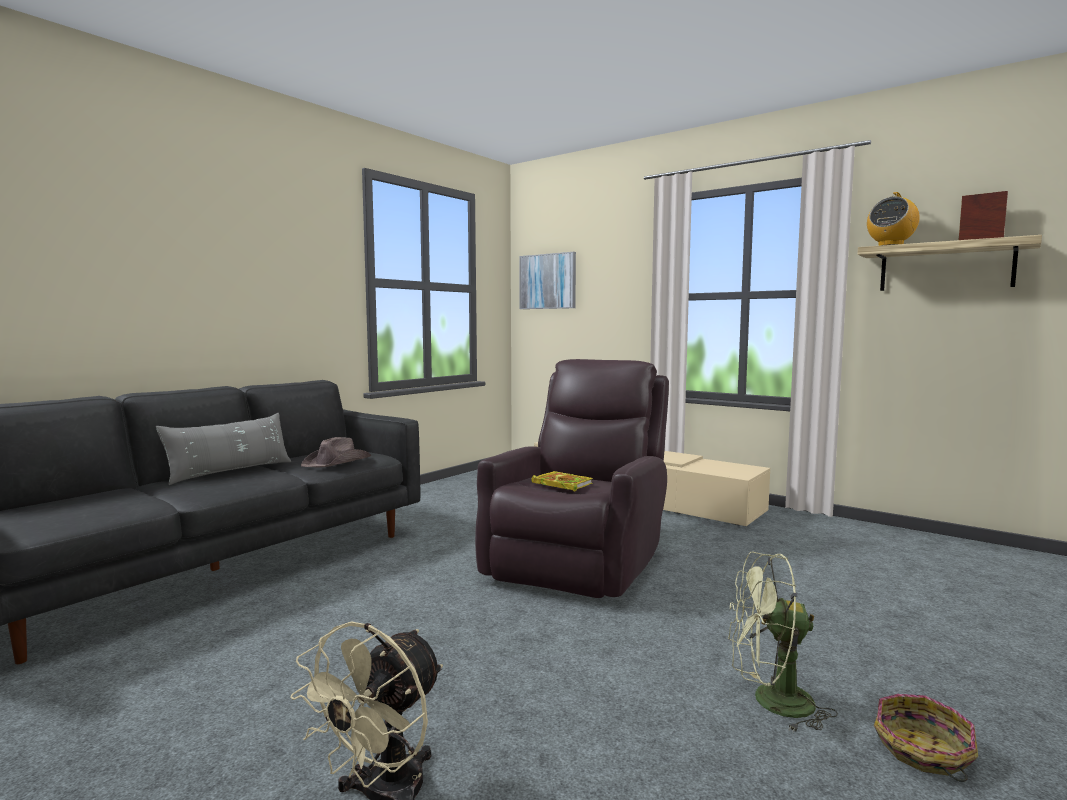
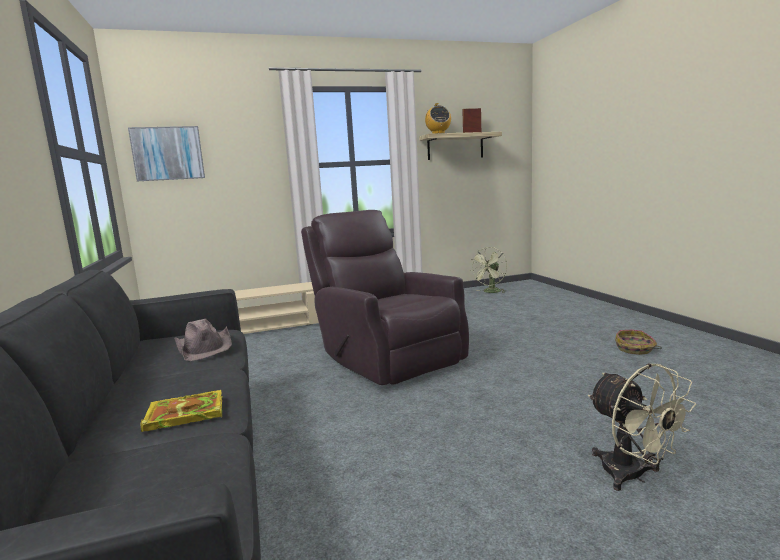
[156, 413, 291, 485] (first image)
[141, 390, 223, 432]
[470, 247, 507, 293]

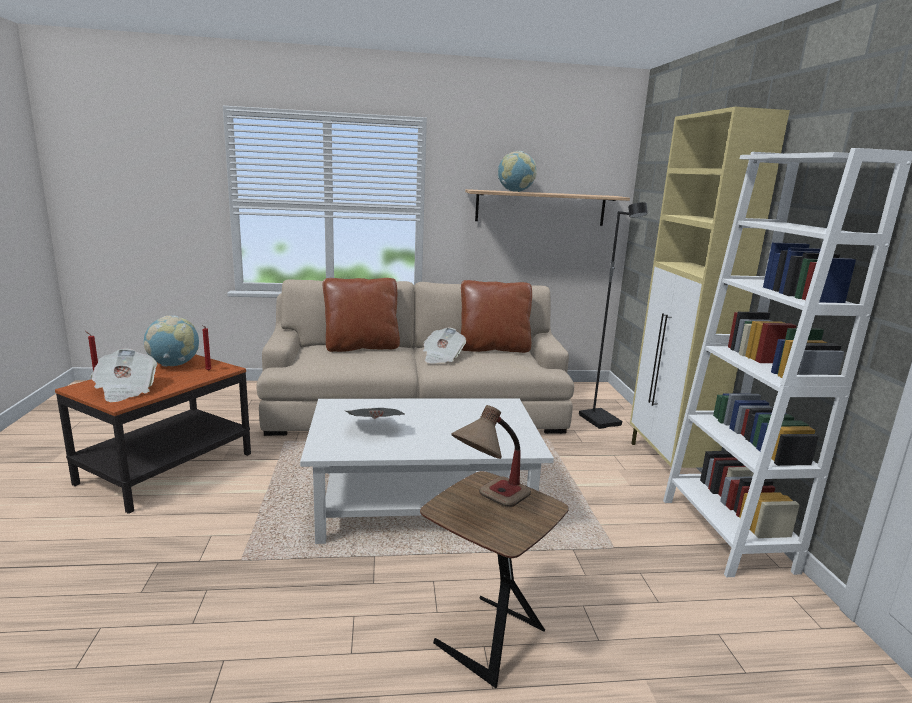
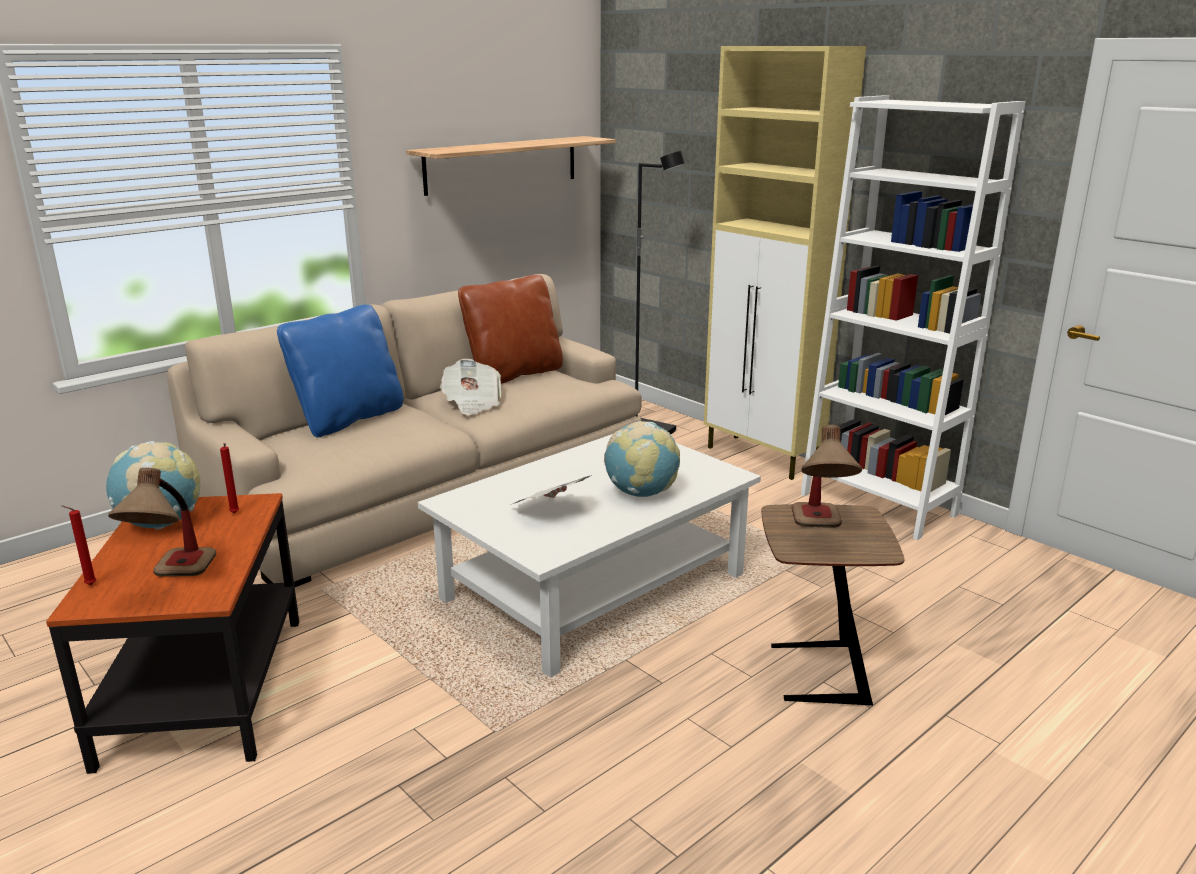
[604, 421, 680, 497]
[108, 468, 216, 577]
[277, 305, 403, 438]

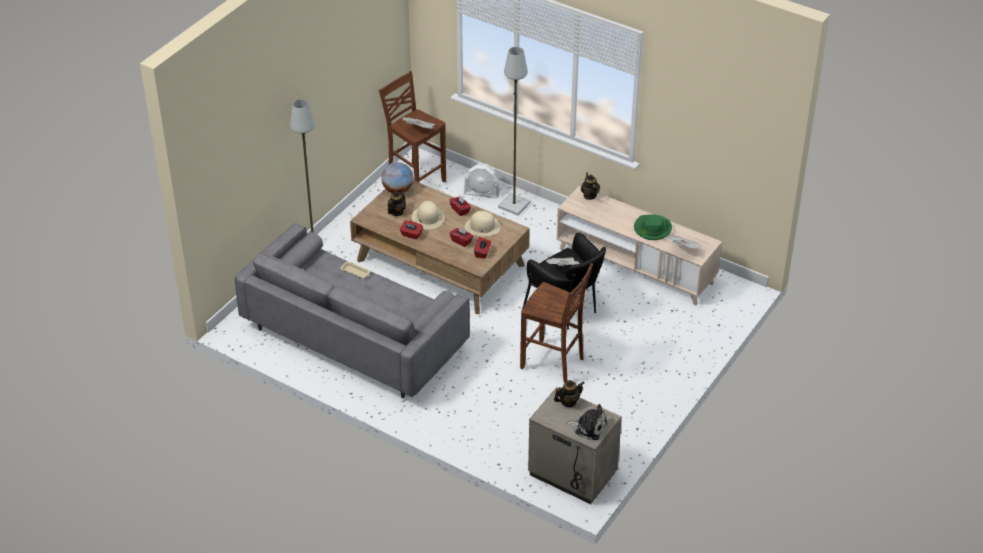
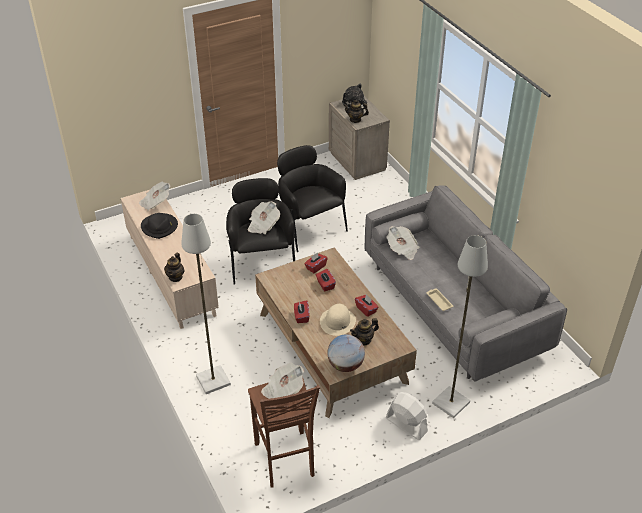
[465, 211, 501, 236] (first image)
[386, 226, 419, 260]
[386, 392, 428, 440]
[277, 145, 348, 252]
[141, 213, 178, 239]

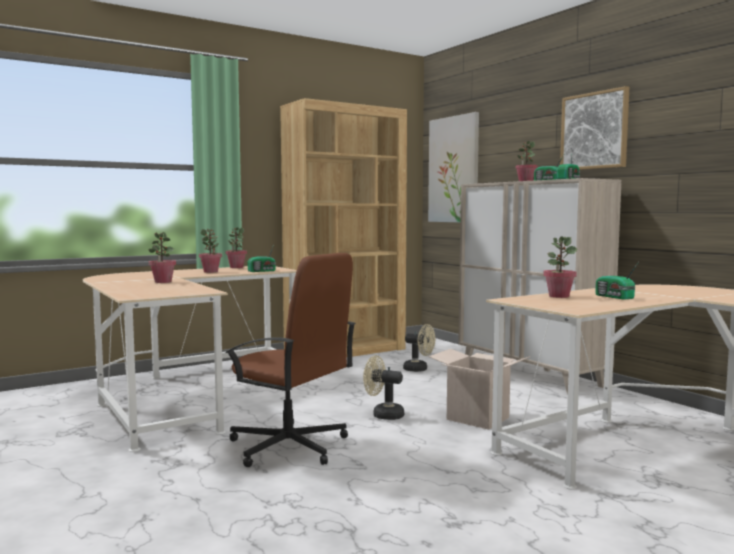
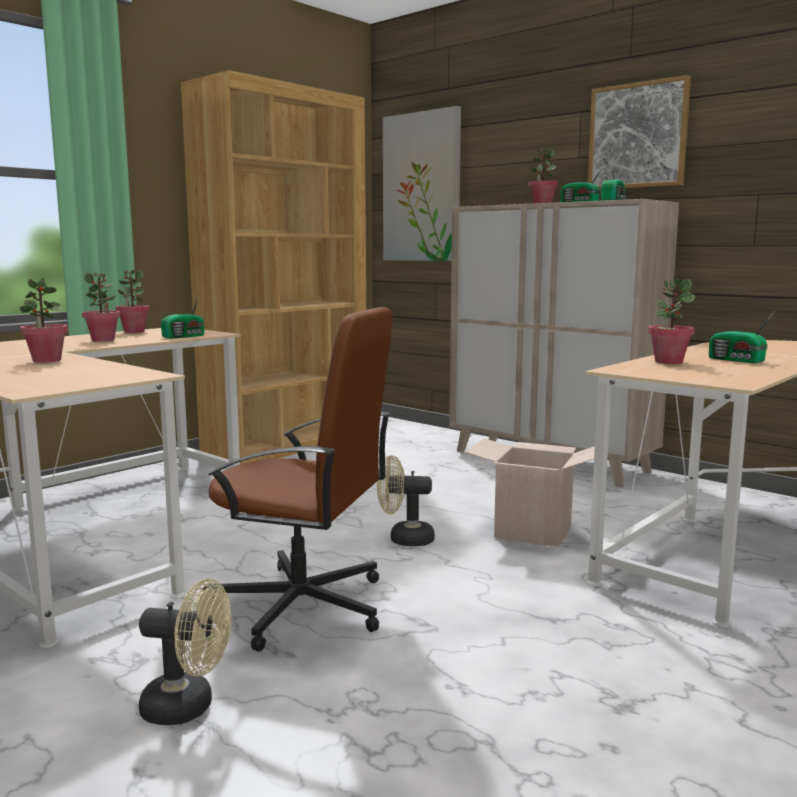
[139, 579, 232, 725]

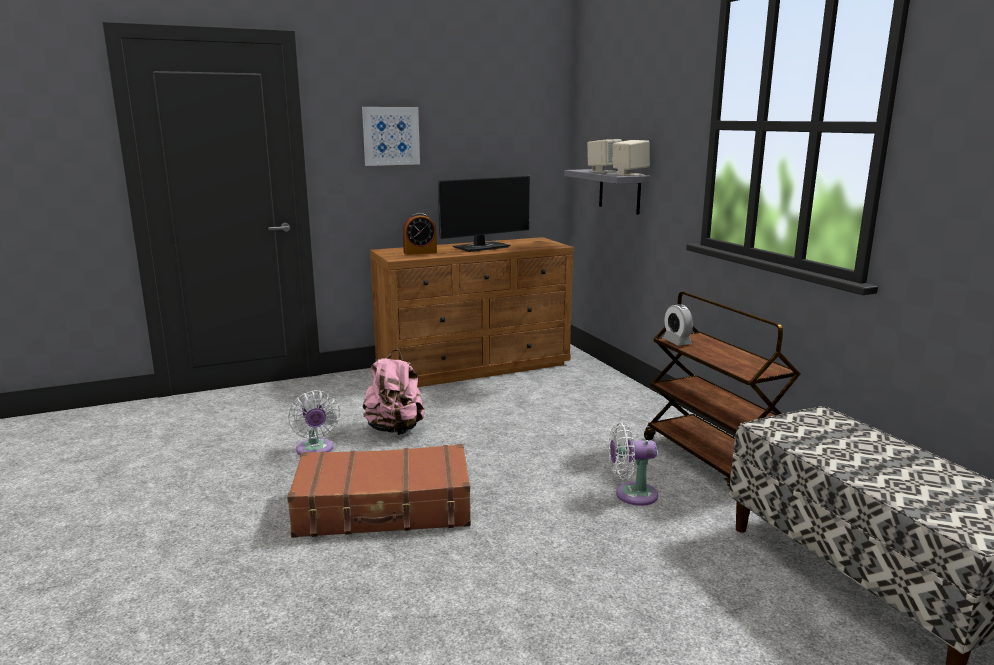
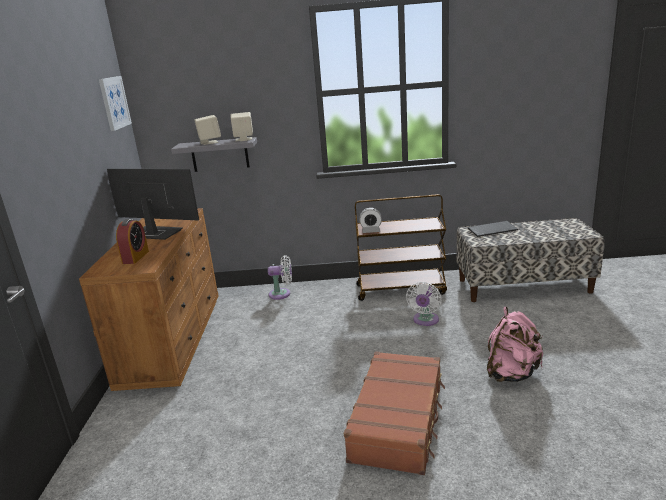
[468, 221, 518, 237]
[268, 255, 292, 300]
[99, 76, 132, 131]
[487, 307, 543, 382]
[107, 169, 199, 240]

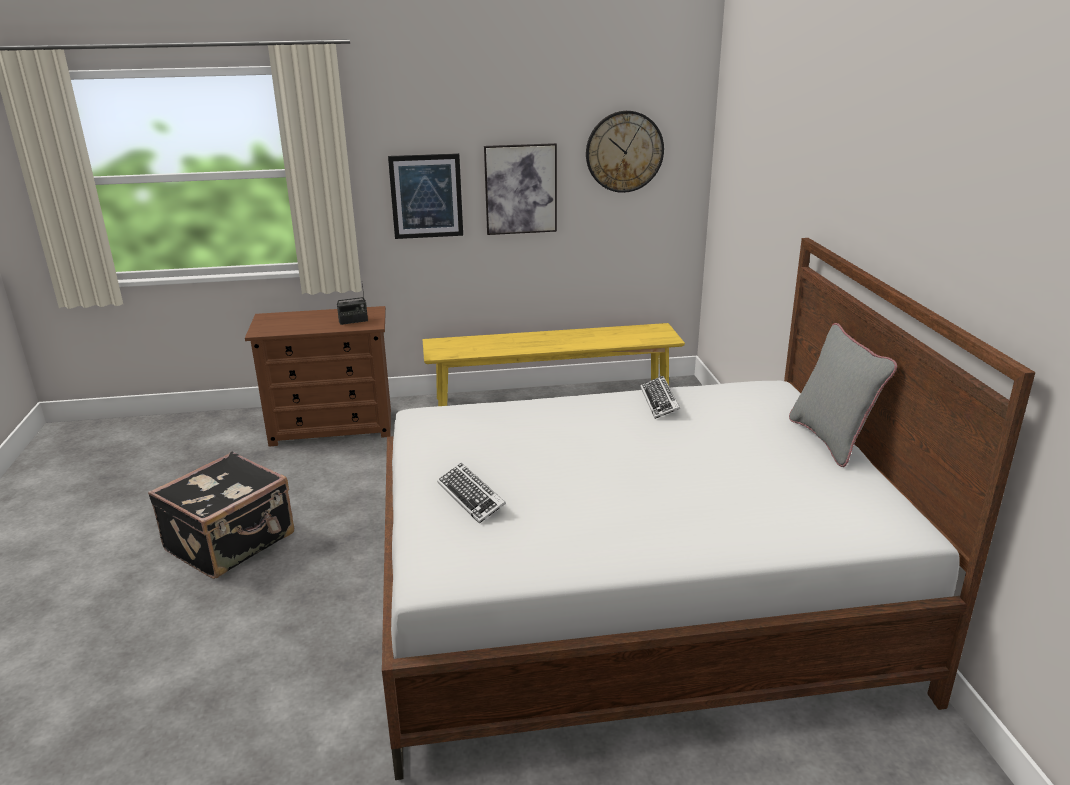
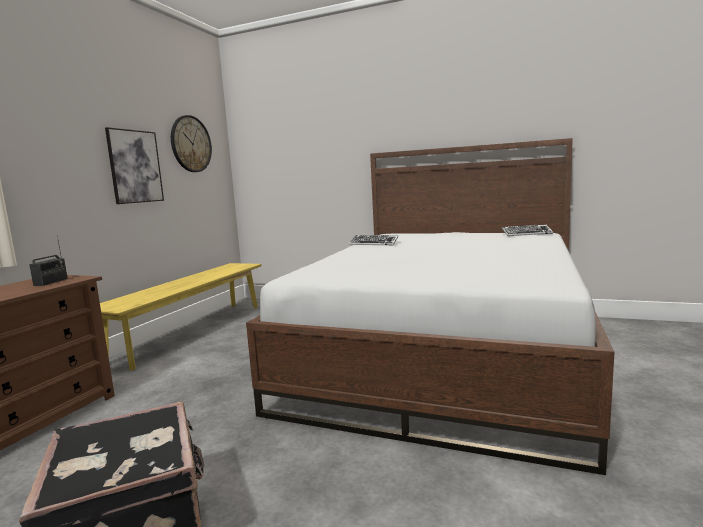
[388, 153, 463, 239] (first image)
[789, 323, 897, 467] (first image)
[502, 225, 553, 236]

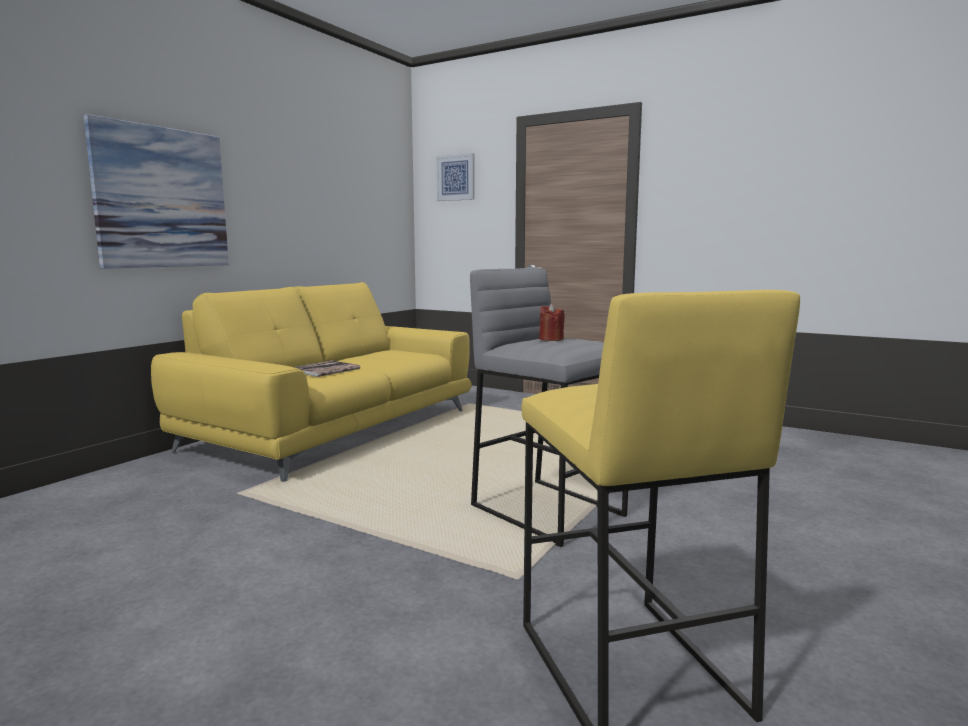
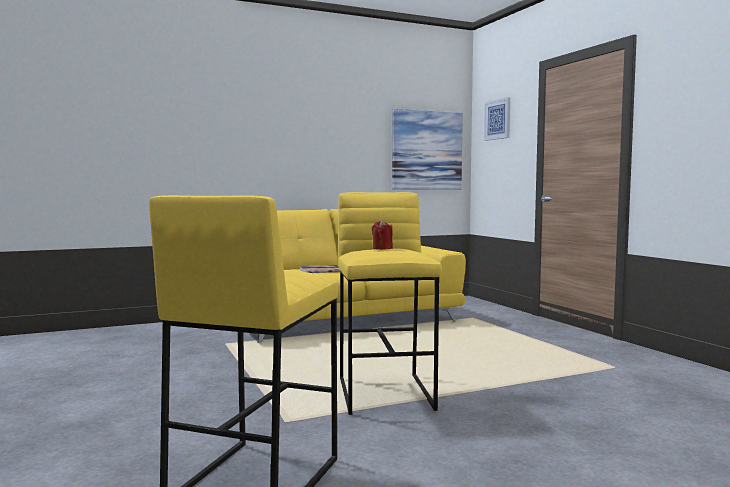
[392, 108, 463, 190]
[338, 192, 442, 415]

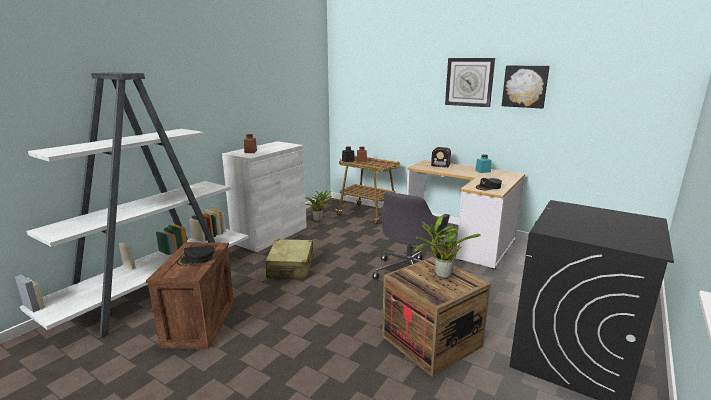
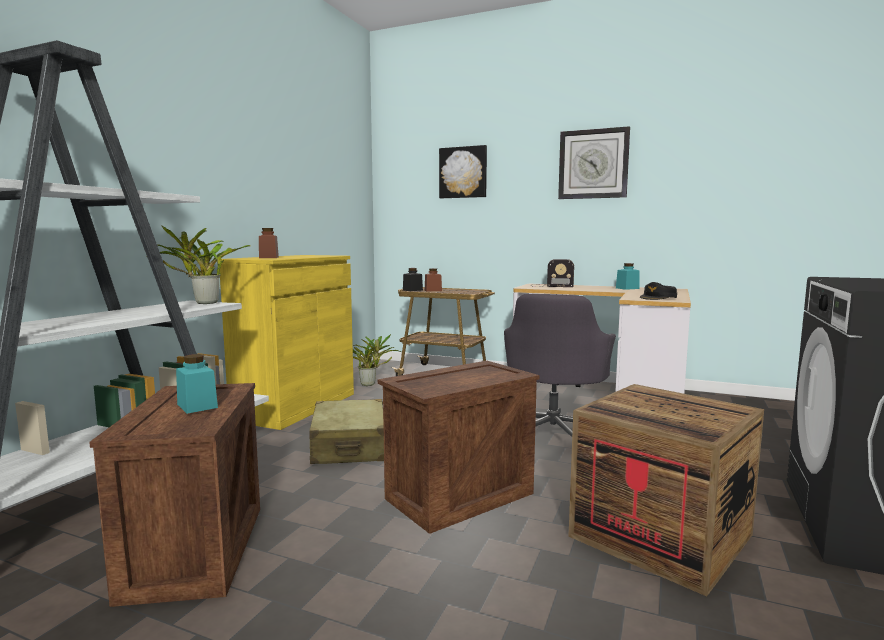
[378, 361, 540, 534]
[157, 225, 251, 304]
[439, 145, 487, 198]
[176, 354, 218, 414]
[220, 255, 354, 430]

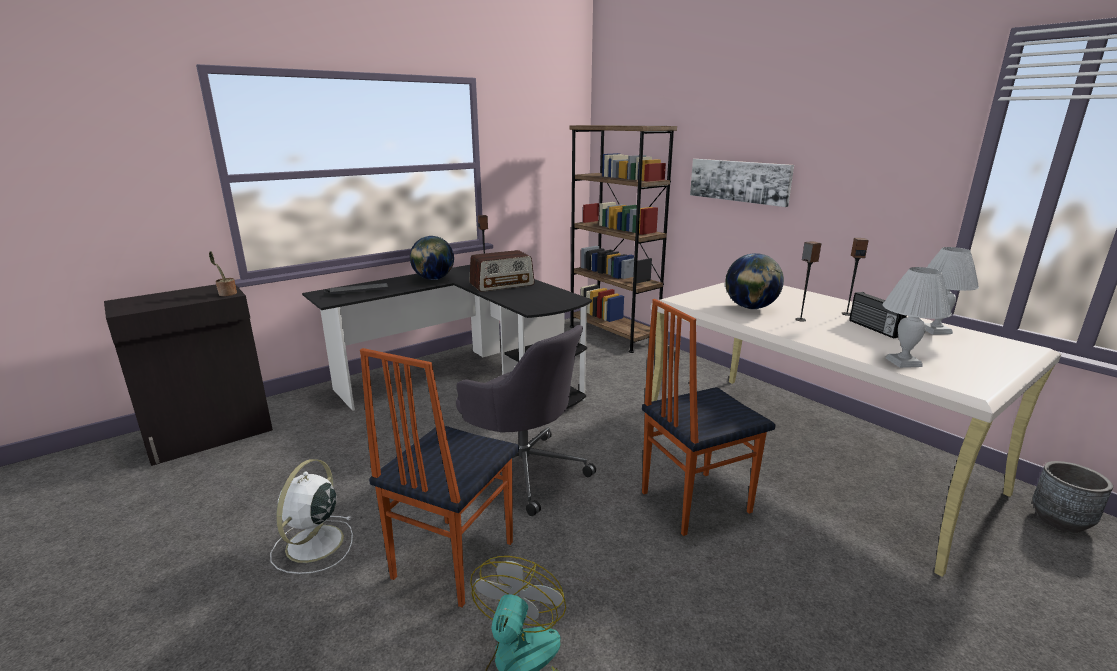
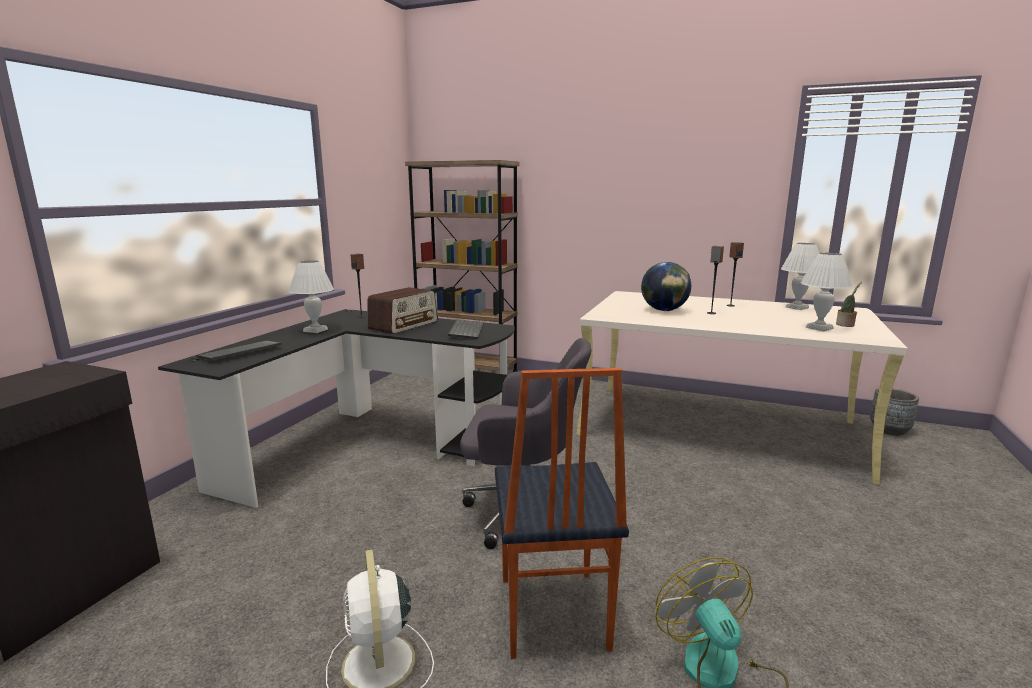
[642, 299, 776, 536] (first image)
[690, 159, 794, 207] (first image)
[849, 292, 907, 338] (first image)
[448, 319, 484, 339]
[836, 282, 862, 327]
[289, 260, 334, 333]

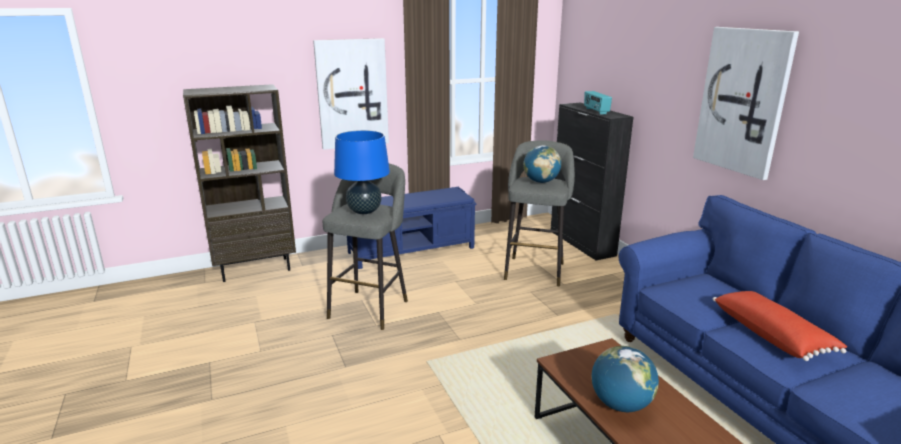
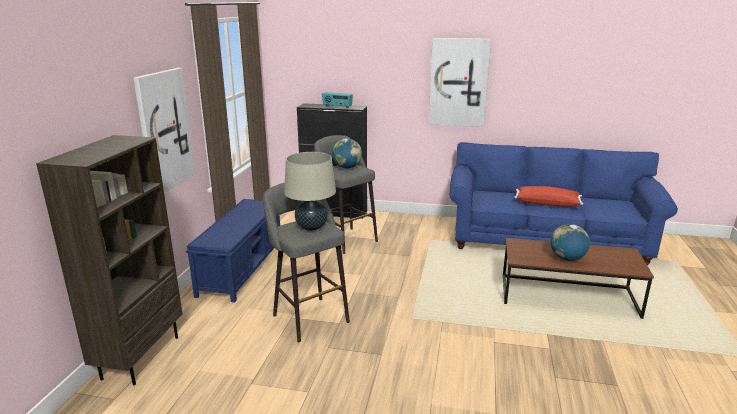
[284, 152, 336, 231]

